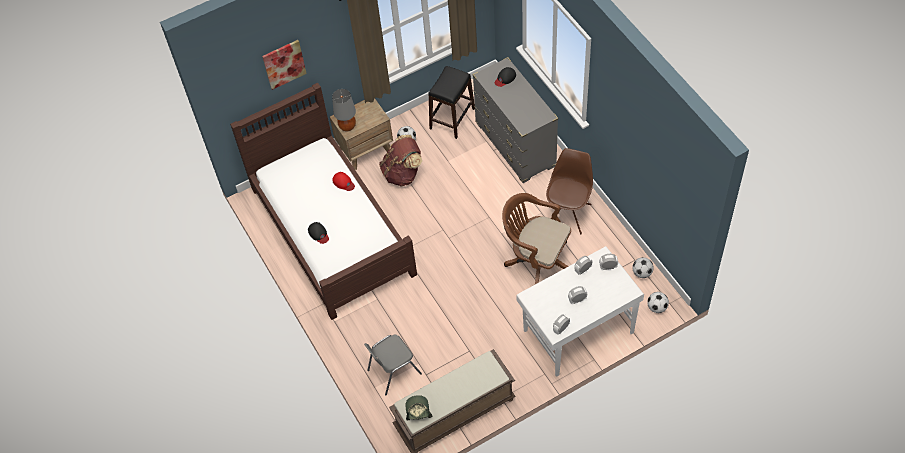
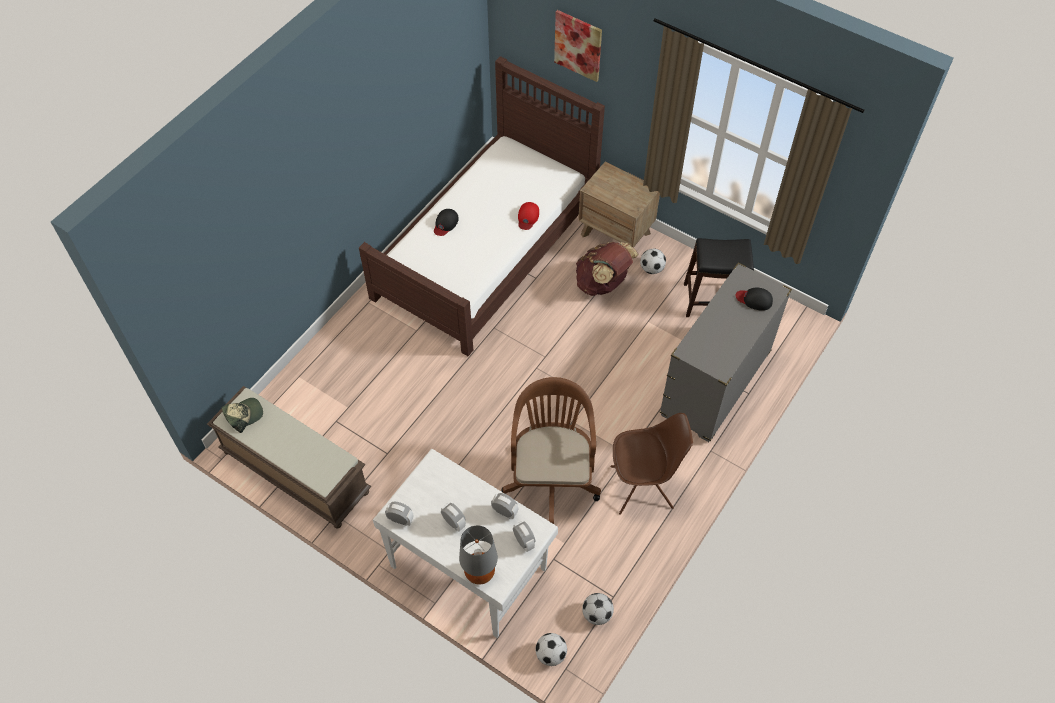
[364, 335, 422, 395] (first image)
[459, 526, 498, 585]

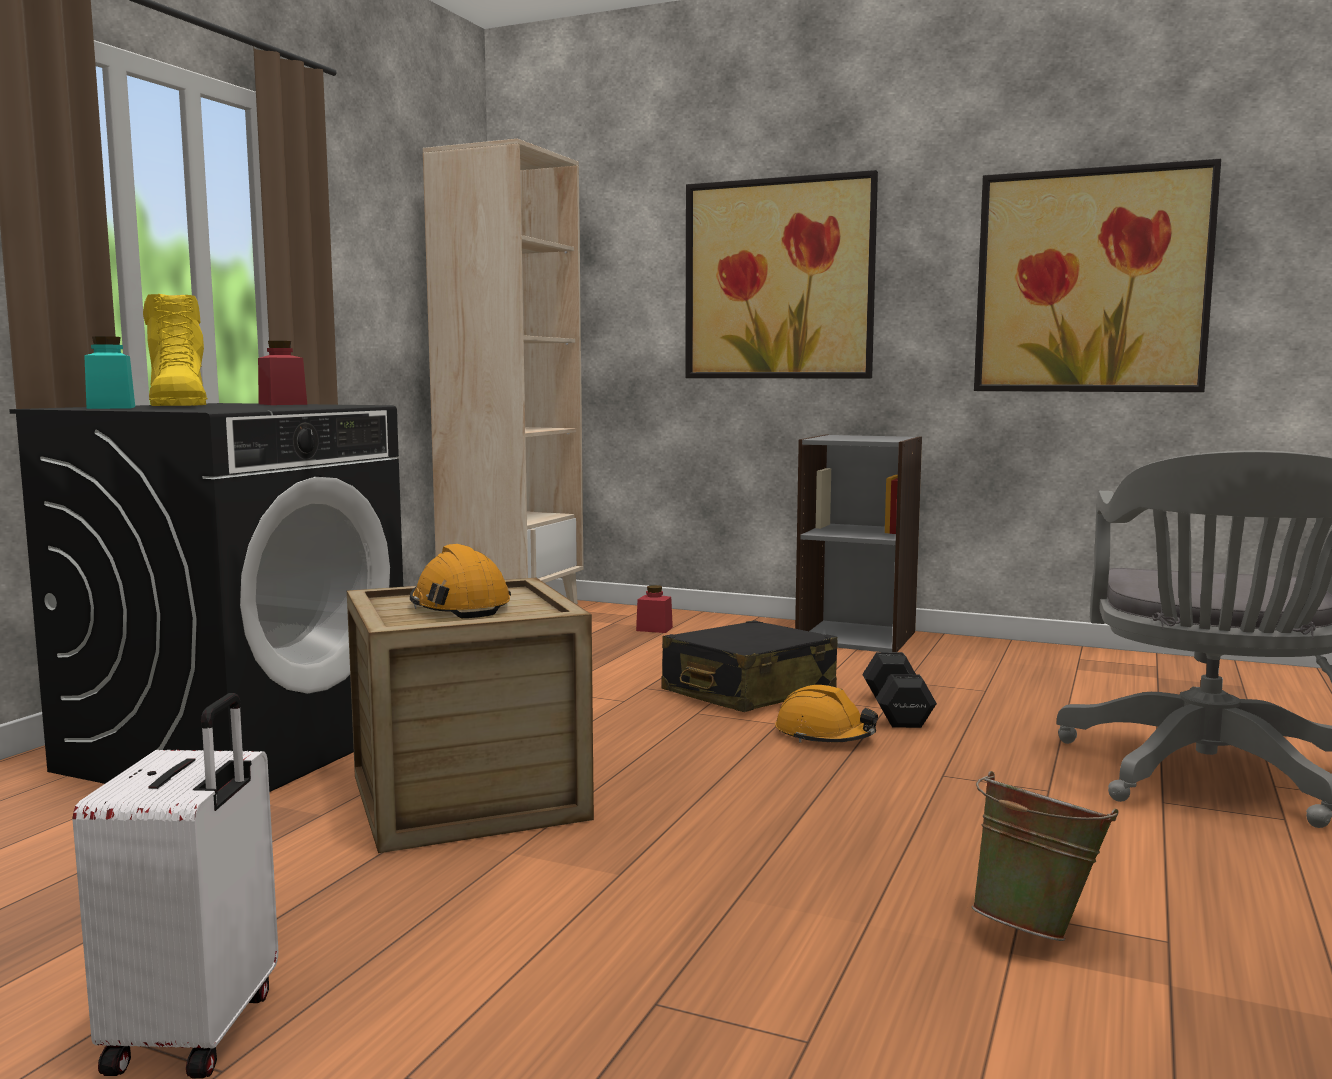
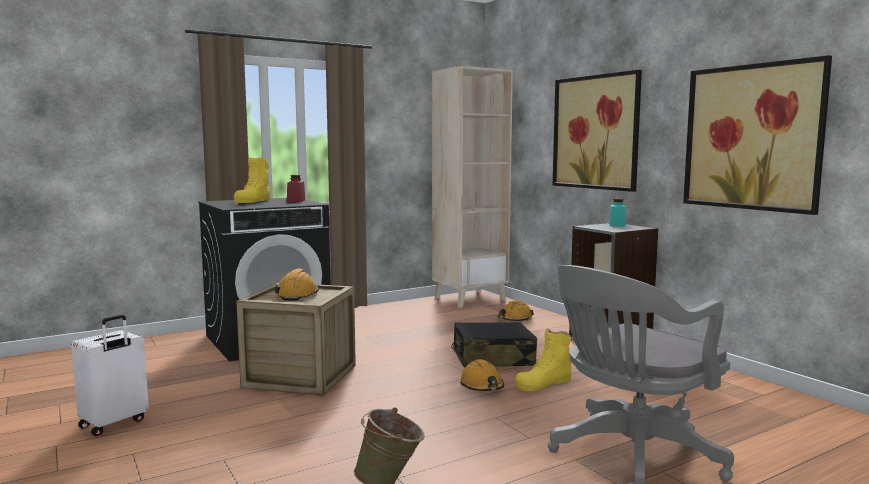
[609, 199, 626, 227]
[497, 300, 534, 321]
[515, 329, 572, 391]

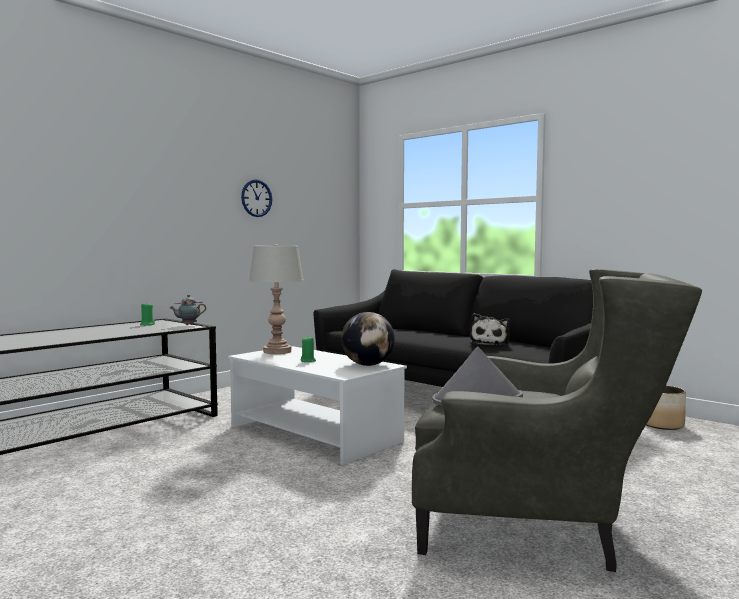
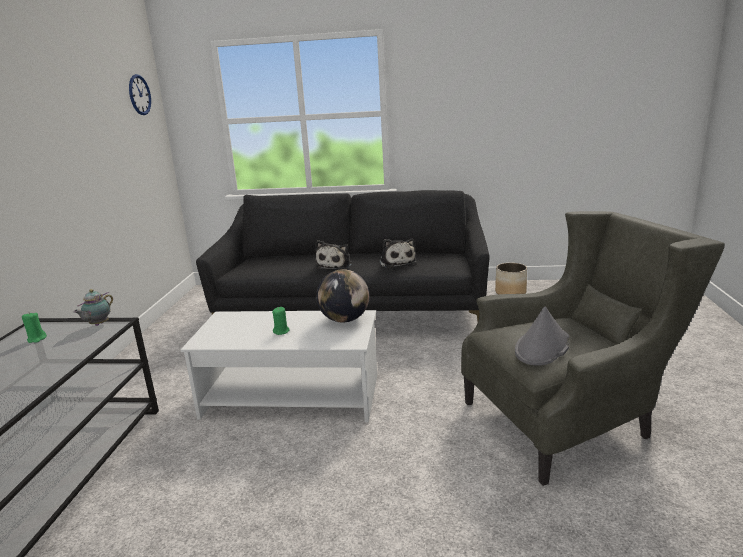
[249, 244, 304, 354] (first image)
[315, 240, 352, 270]
[129, 74, 151, 115]

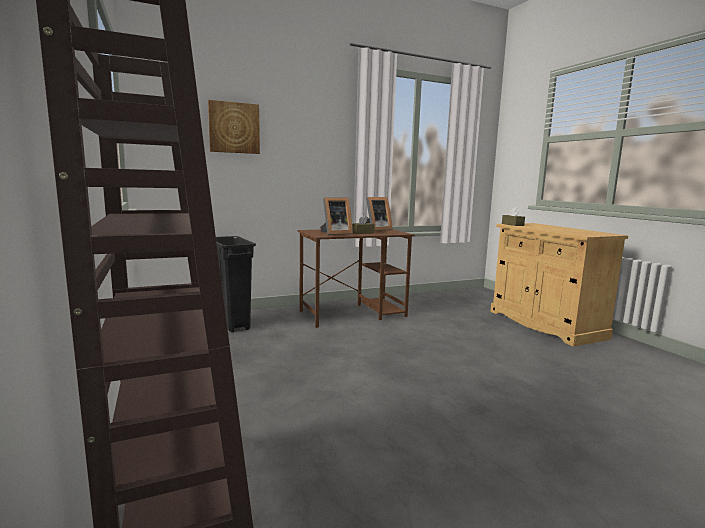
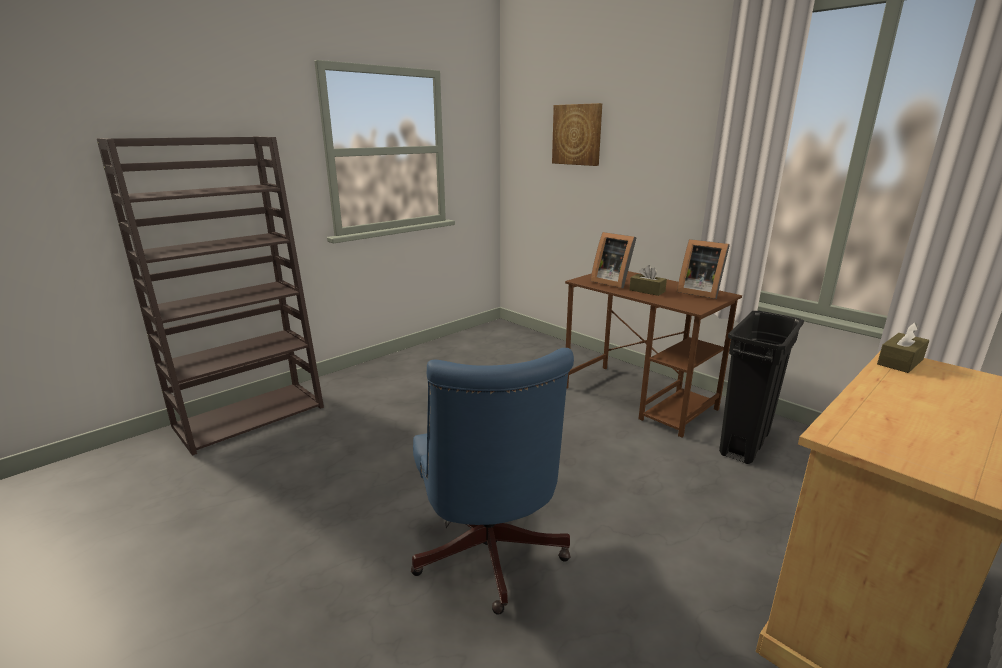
[411, 348, 574, 615]
[719, 311, 804, 464]

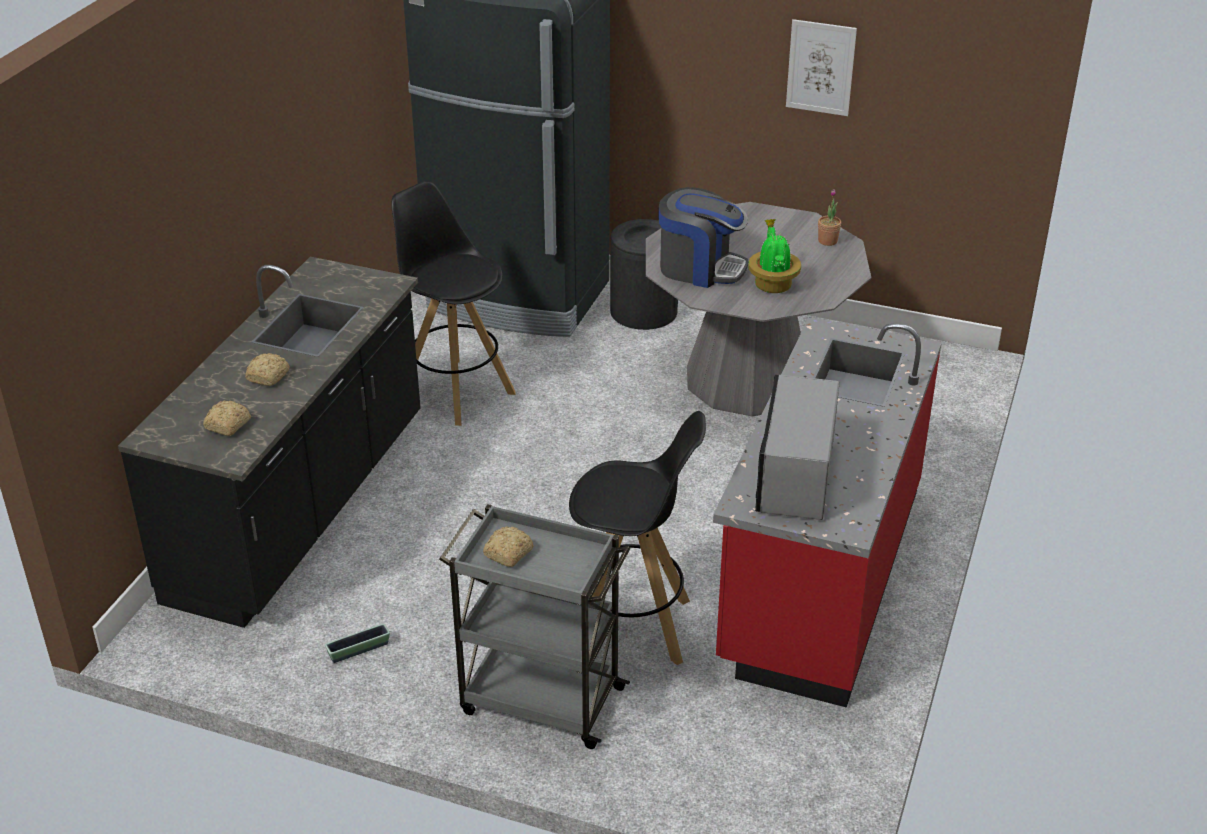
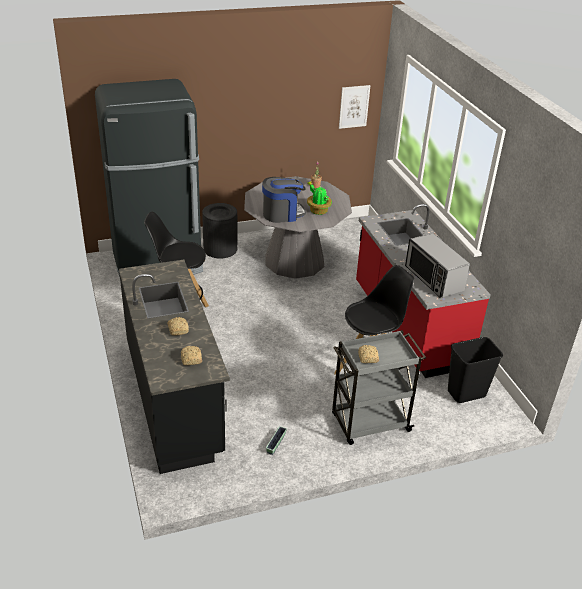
[448, 337, 503, 403]
[339, 85, 370, 129]

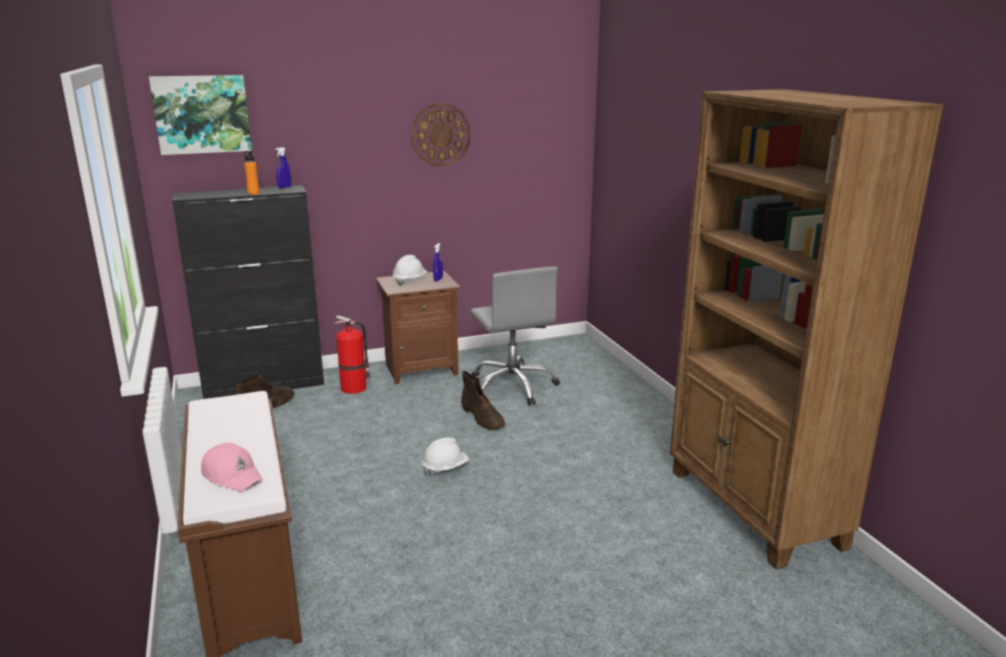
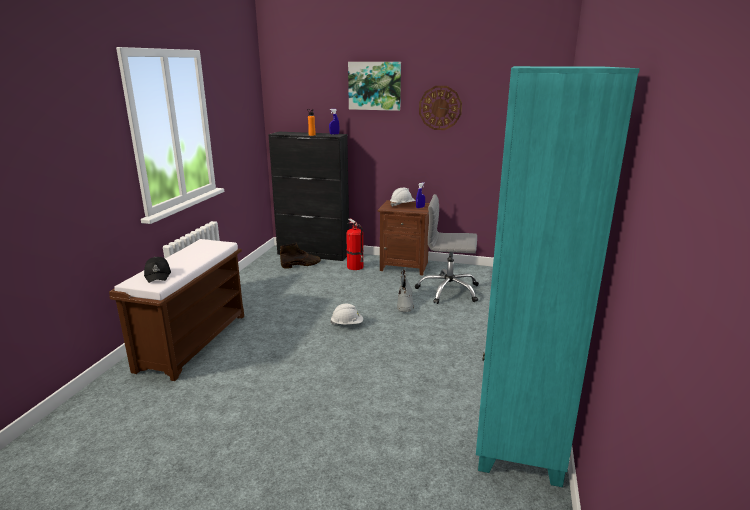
[348, 62, 401, 111]
[144, 257, 171, 283]
[397, 269, 414, 312]
[476, 66, 640, 487]
[415, 194, 479, 304]

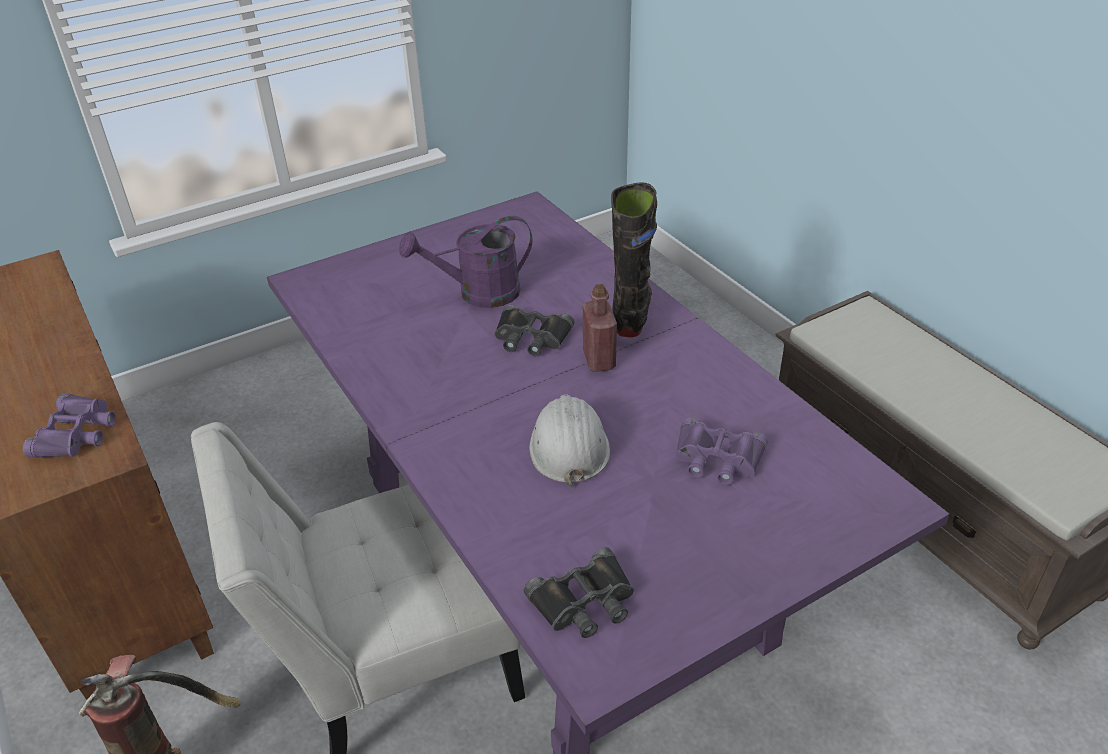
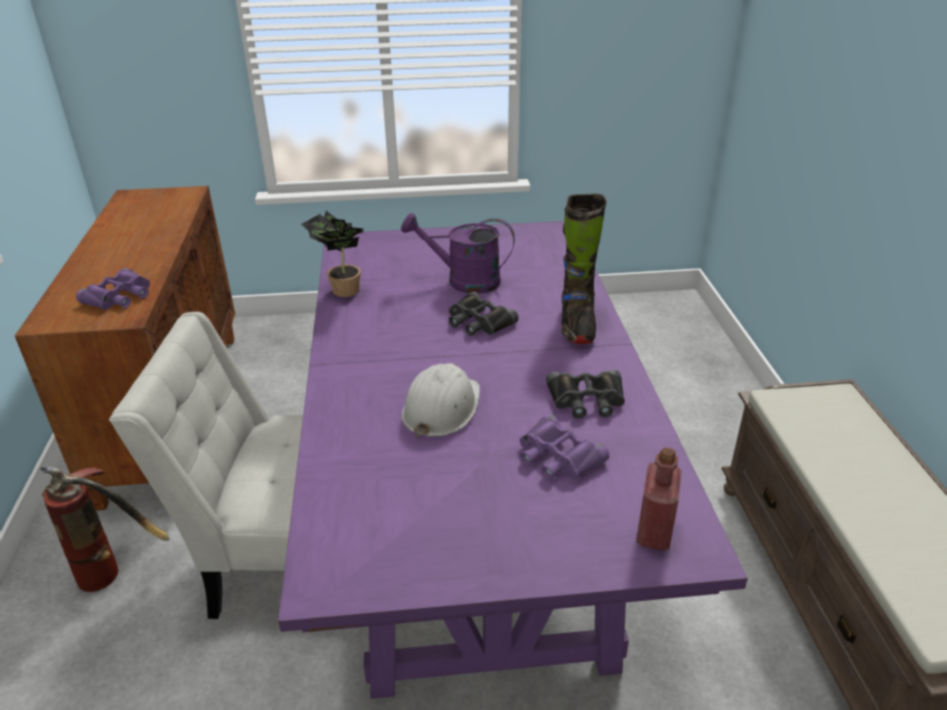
[301, 211, 363, 297]
[546, 370, 625, 418]
[636, 448, 681, 550]
[561, 194, 606, 344]

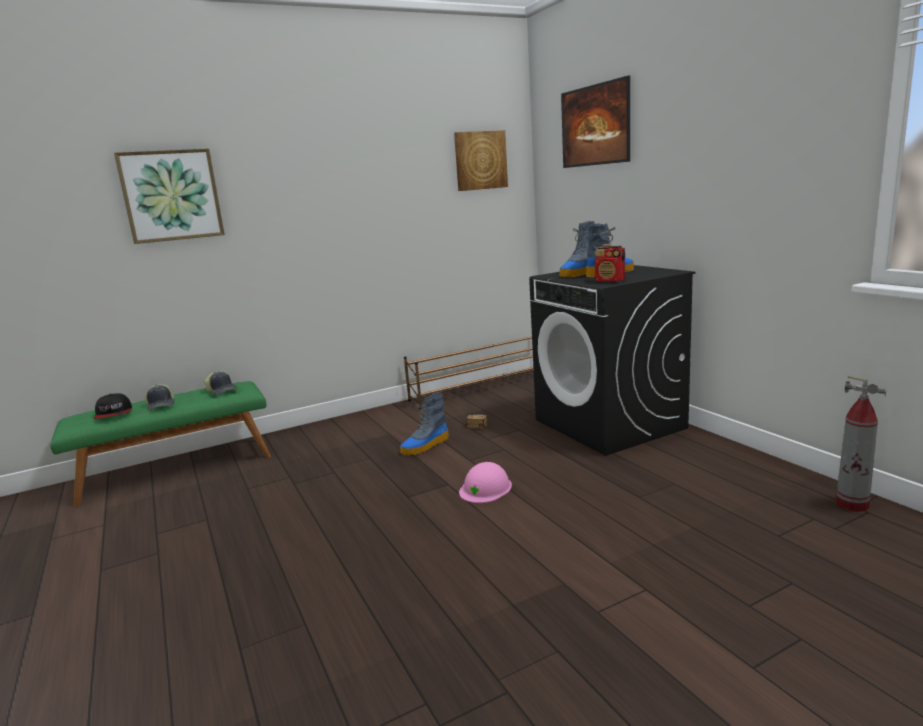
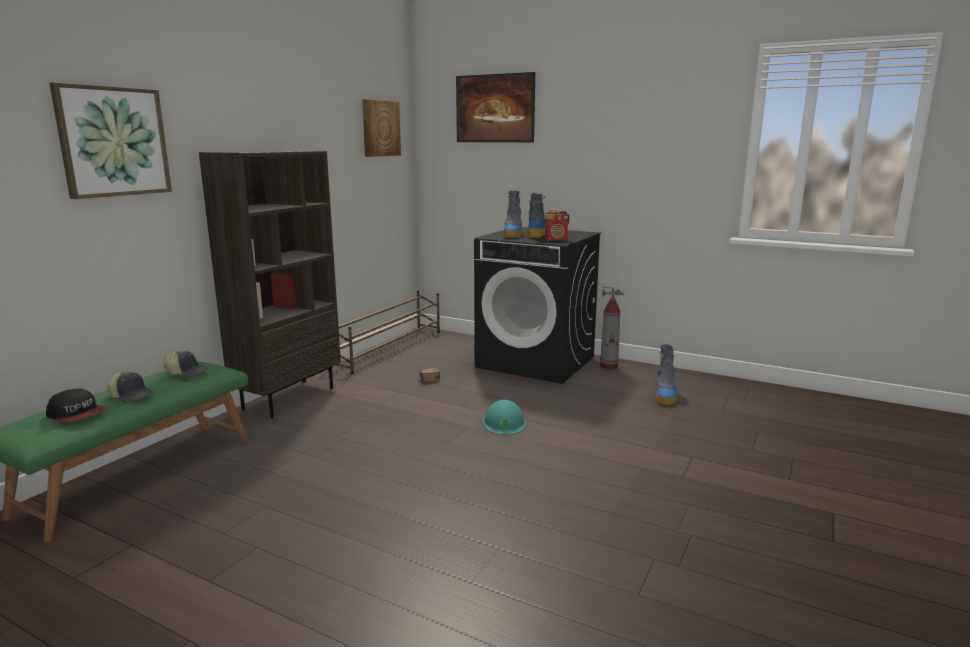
[199, 150, 341, 418]
[656, 344, 677, 405]
[600, 286, 624, 370]
[483, 400, 526, 435]

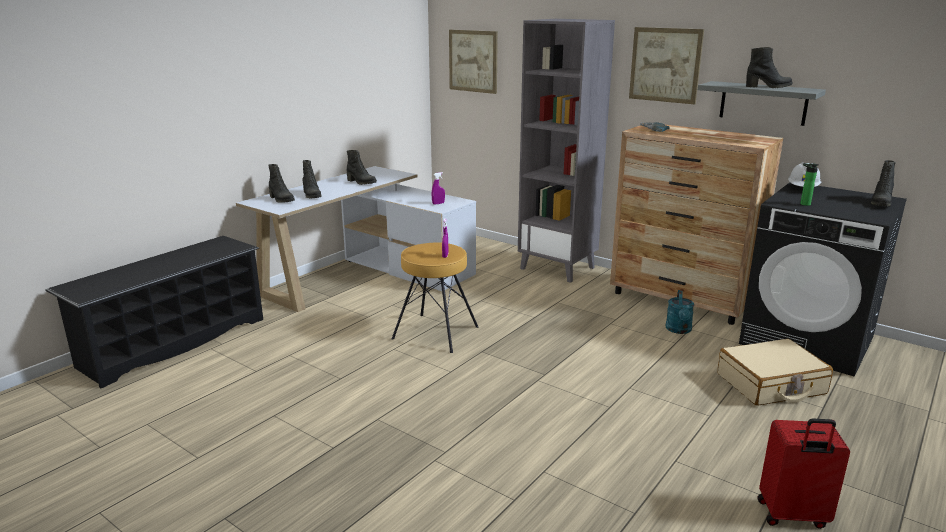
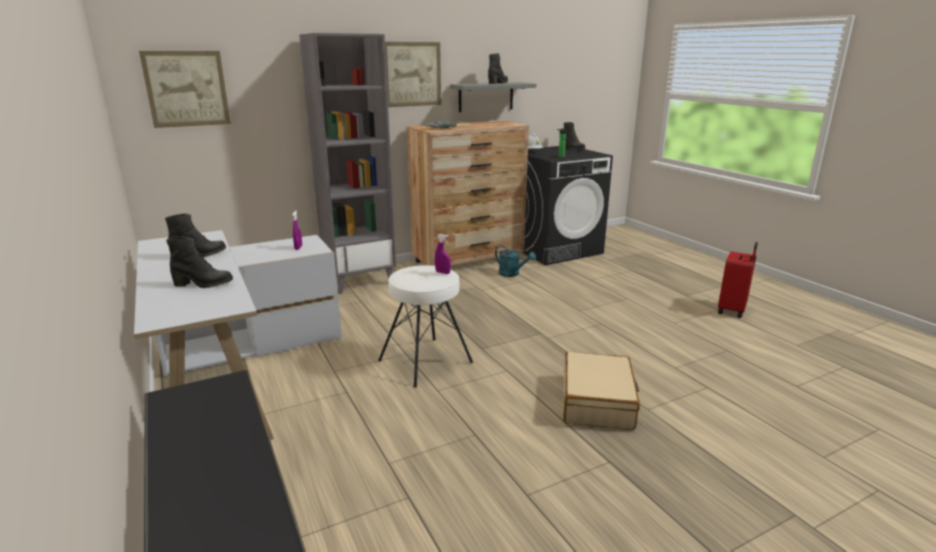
[269, 164, 295, 203] (first image)
[563, 352, 640, 430]
[378, 265, 473, 388]

